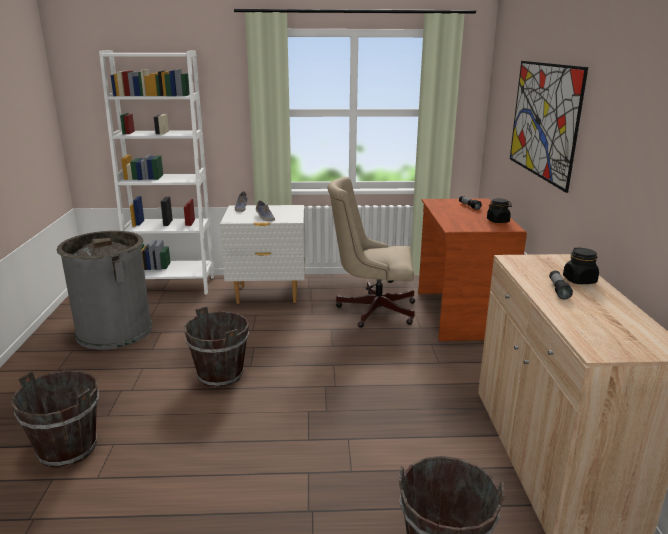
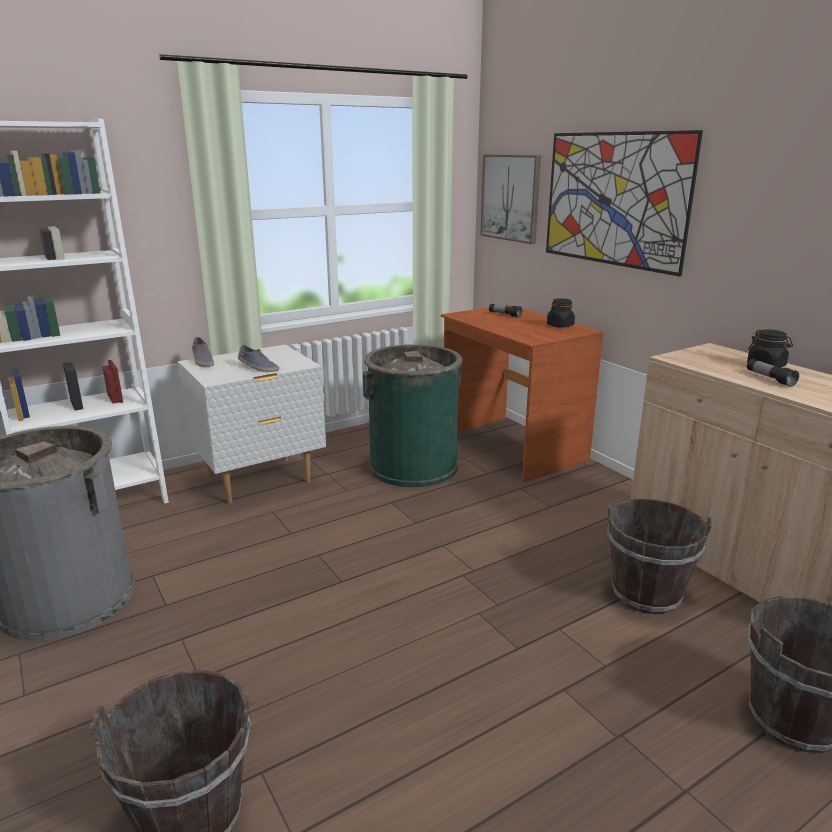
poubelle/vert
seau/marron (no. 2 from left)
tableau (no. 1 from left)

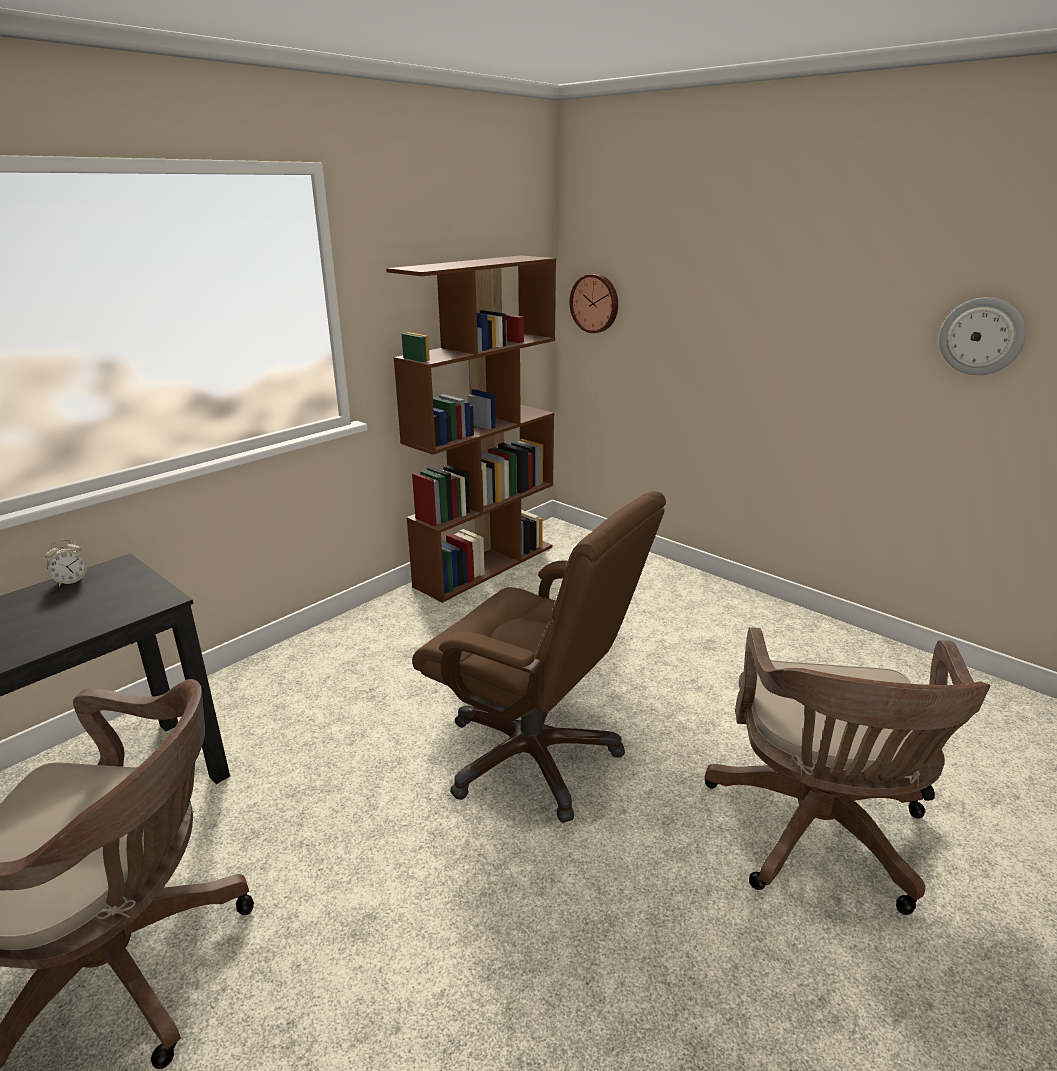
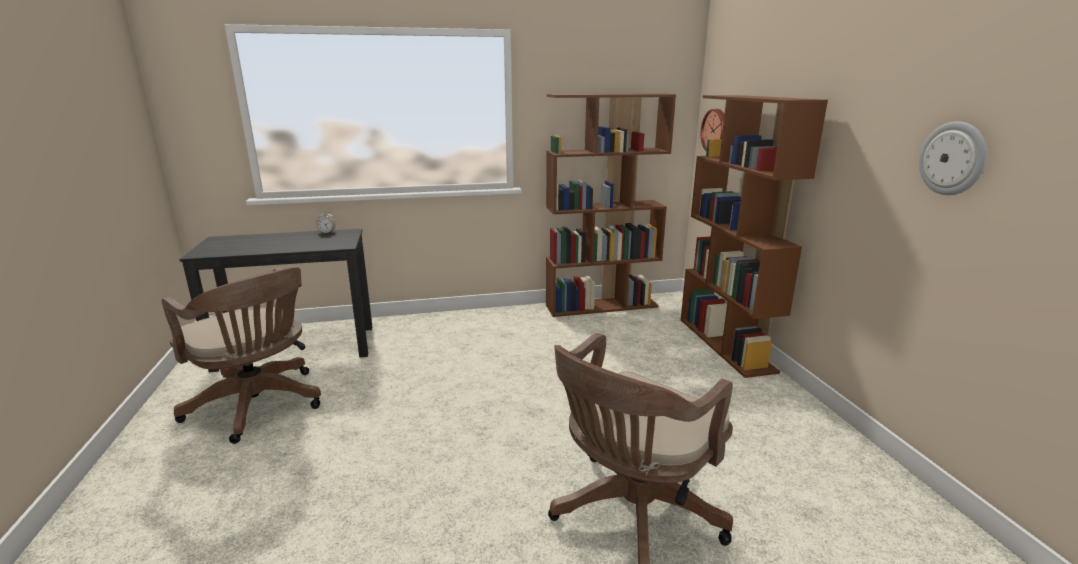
chaise de bureau/marron (no. 2 from left in the first image)
bibliothèque/marron (no. 2 from left)

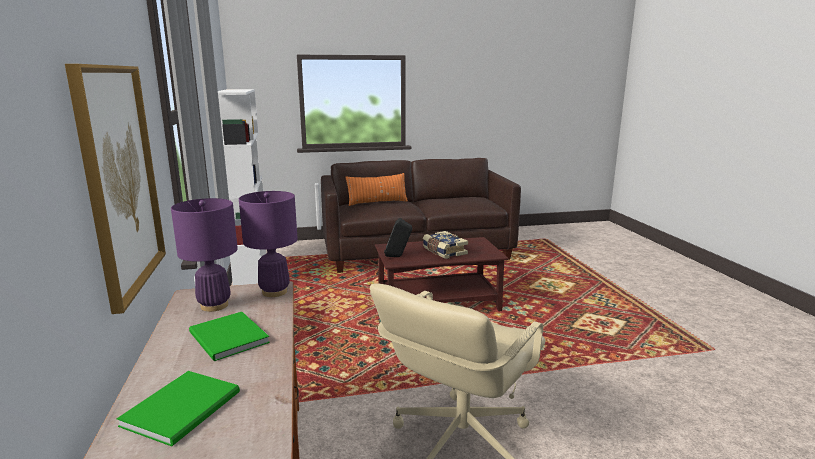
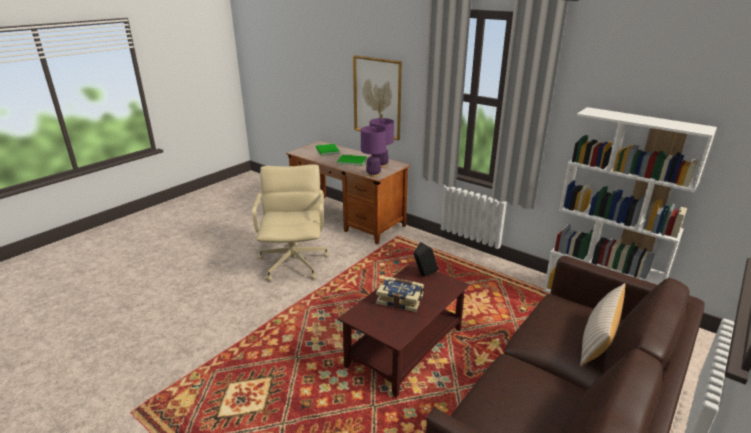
coussin/beige

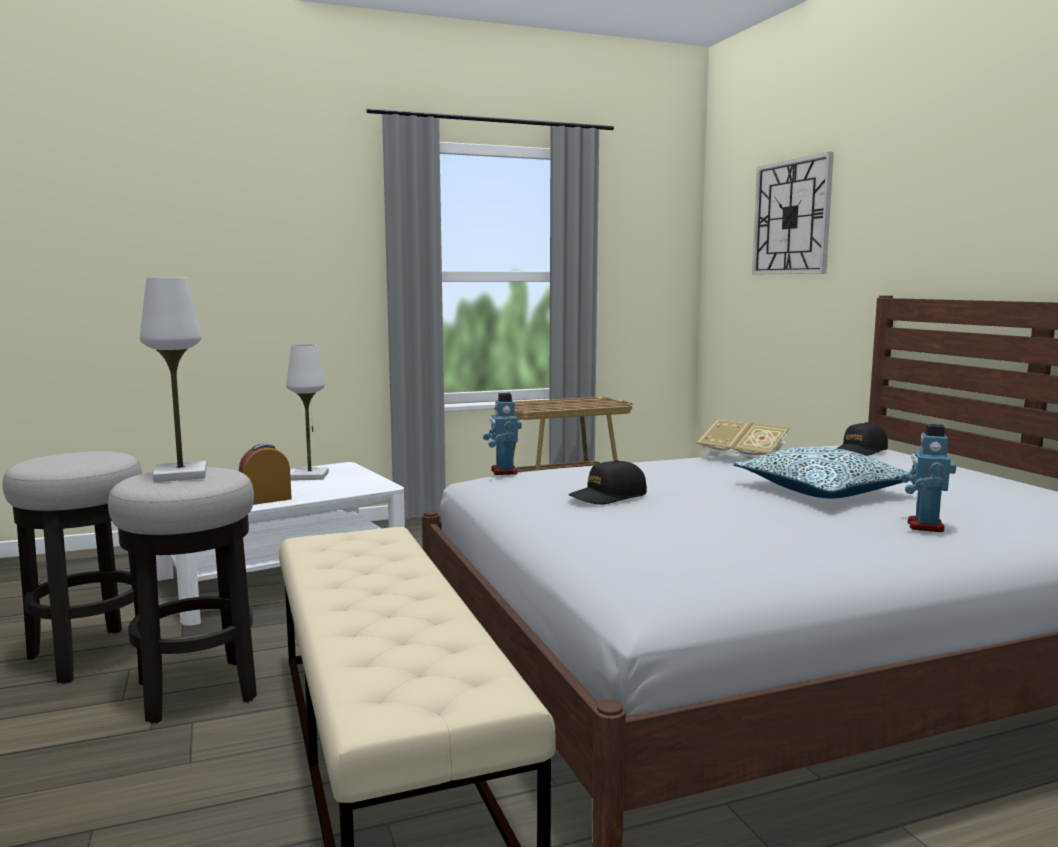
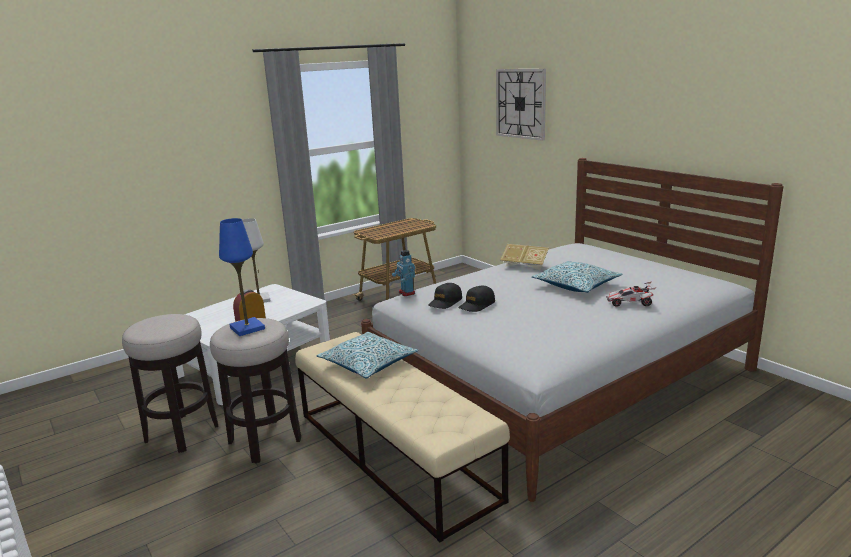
lampe de table/bleu
casquette/noir (no. 1 from left)
petite voiture
coussin (no. 1 from left)

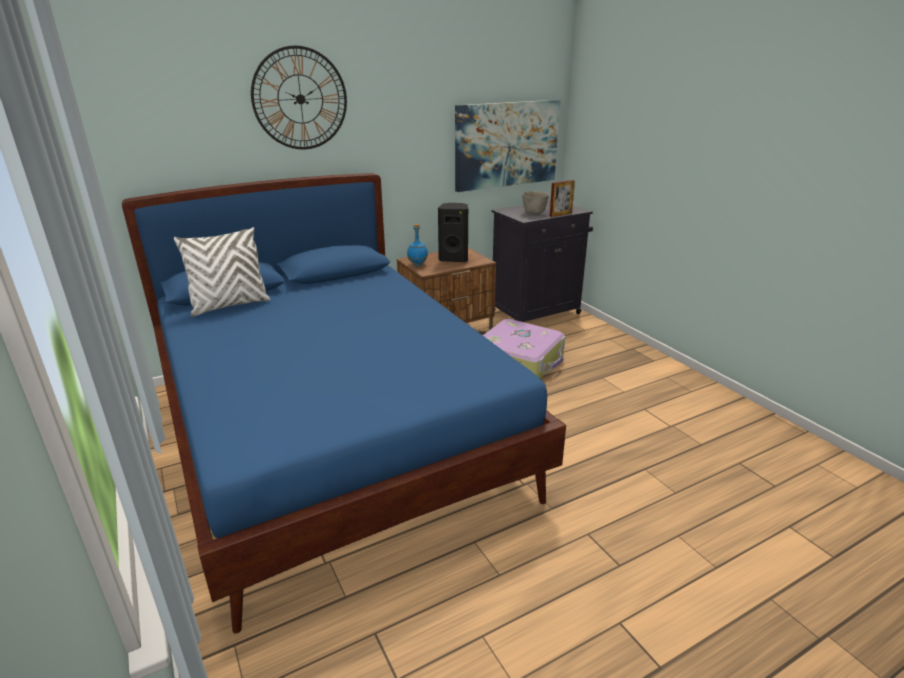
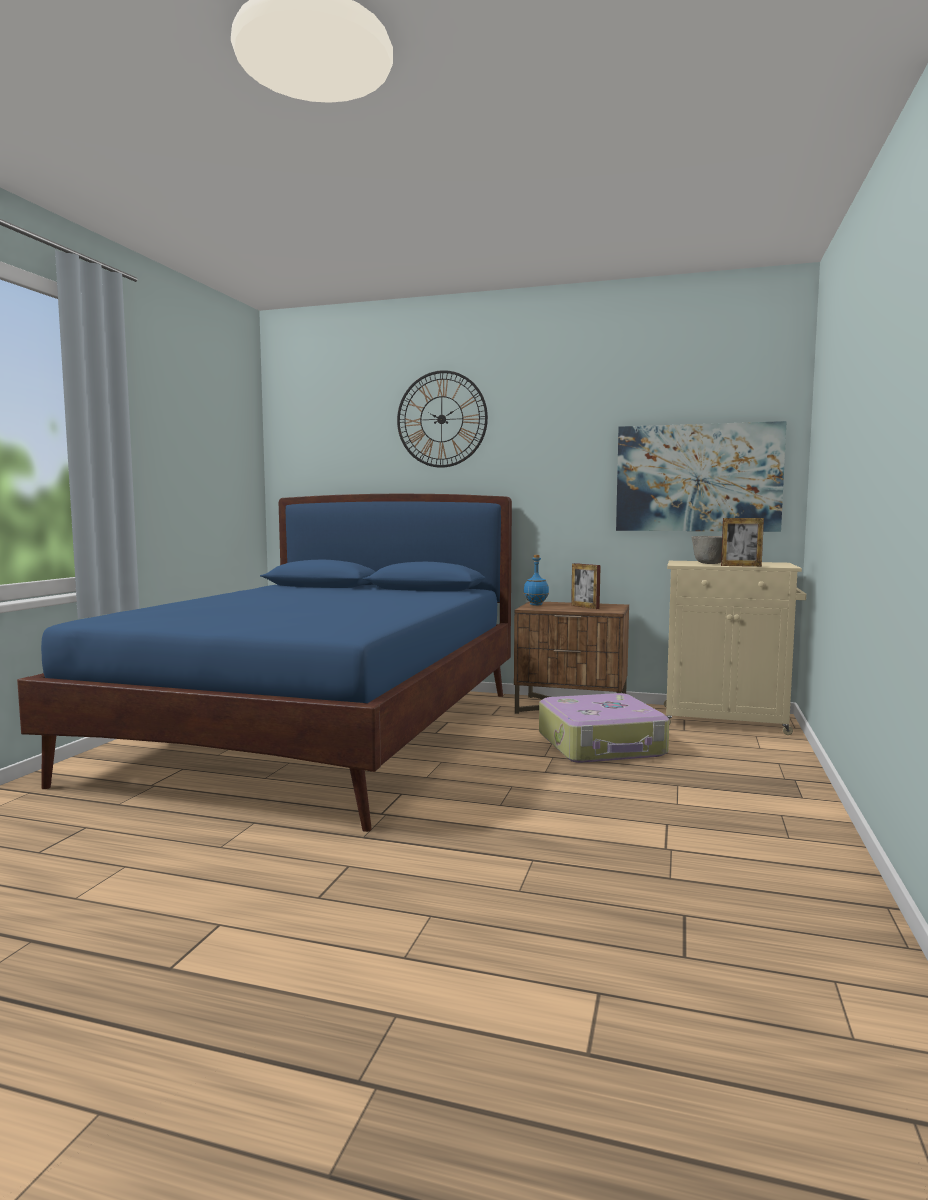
meuble de rangement/beige
cadre photo (no. 1 from left)
coussin/blanc

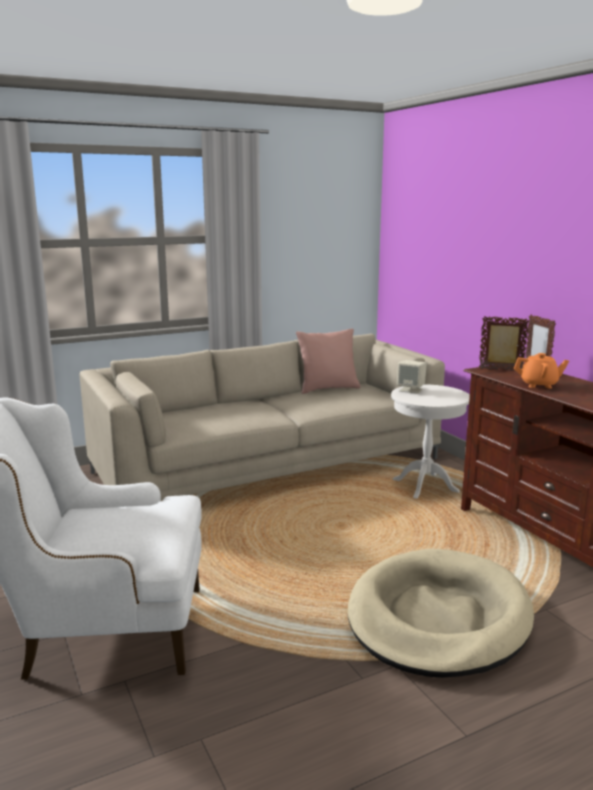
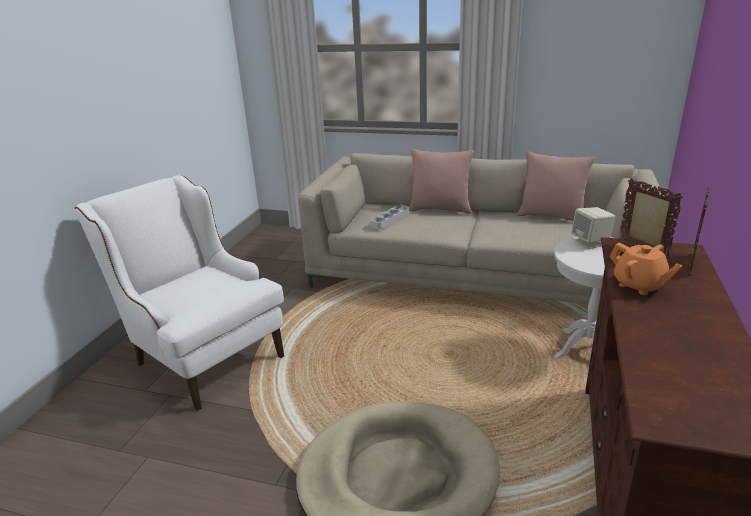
coussin/rose (no. 1 from left)
plateau/gris

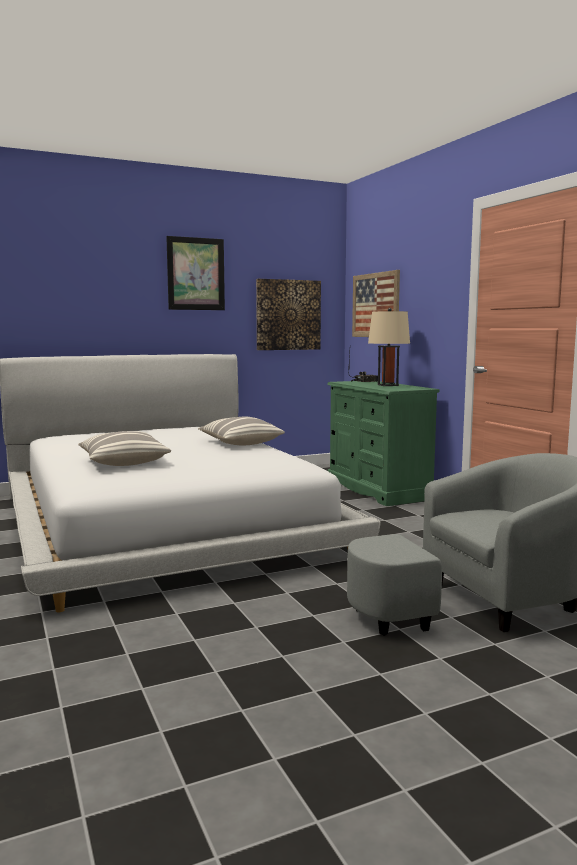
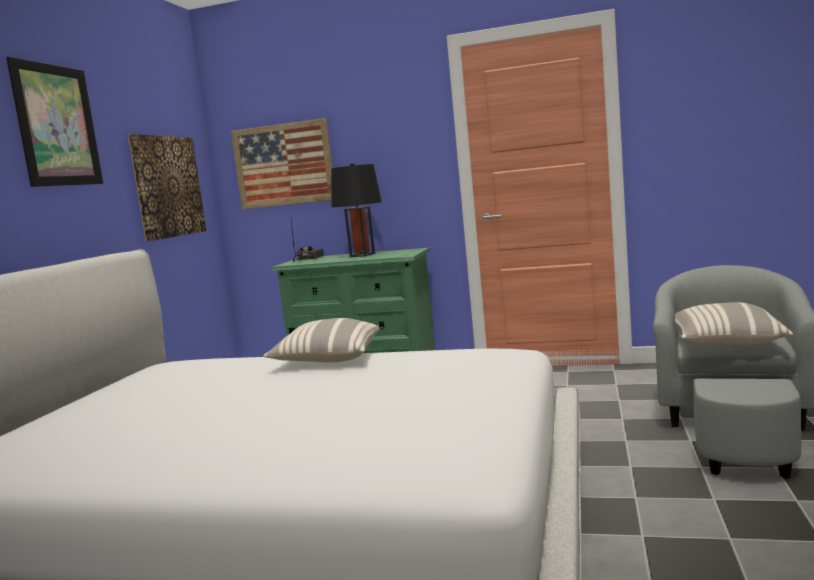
lampe de table/noir
coussin (no. 2 from left)

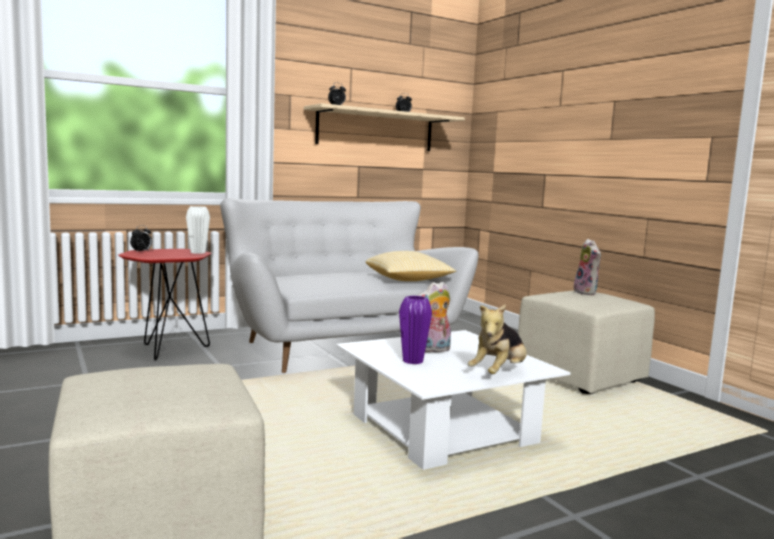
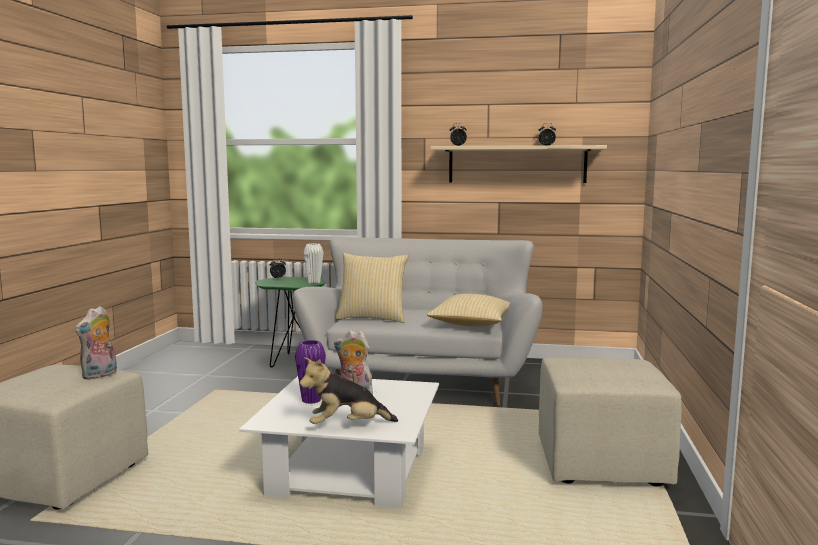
peluche (no. 1 from left)
table d'appoint/vert
coussin (no. 1 from left)

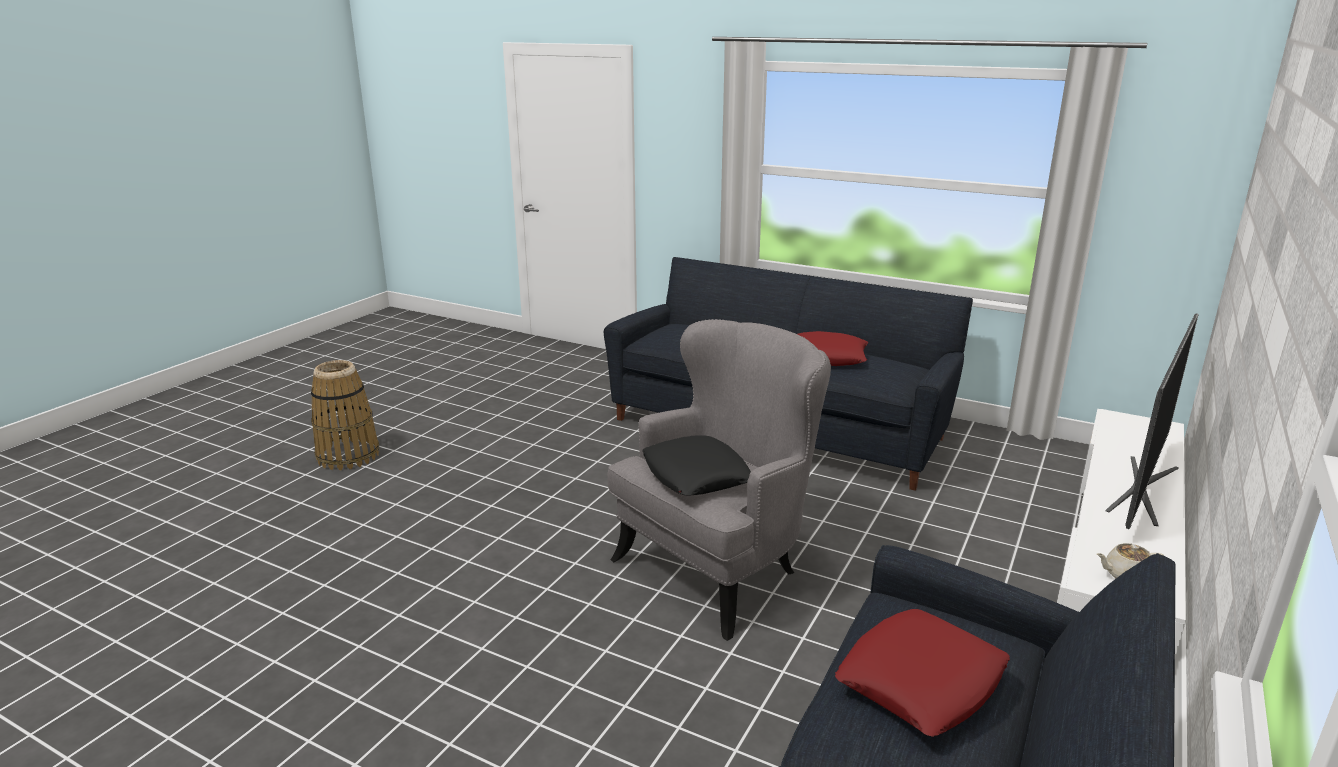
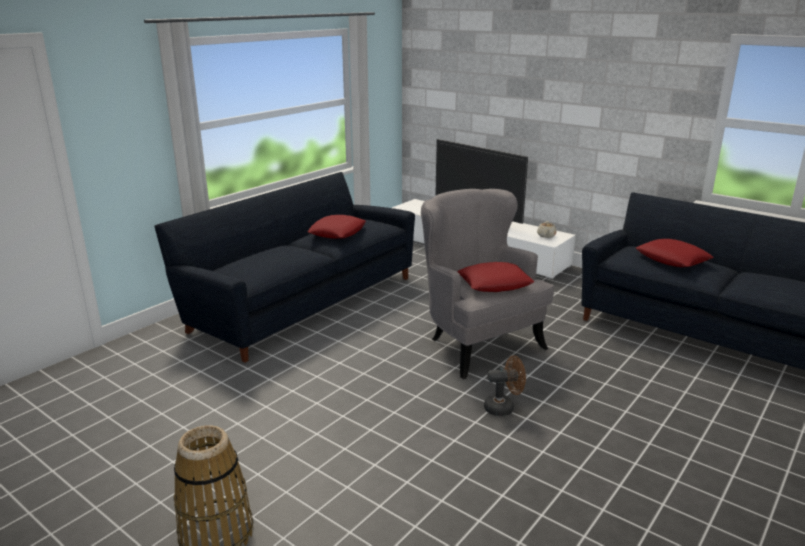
coussin/rouge (no. 2 from left)
ventilateur/marron

